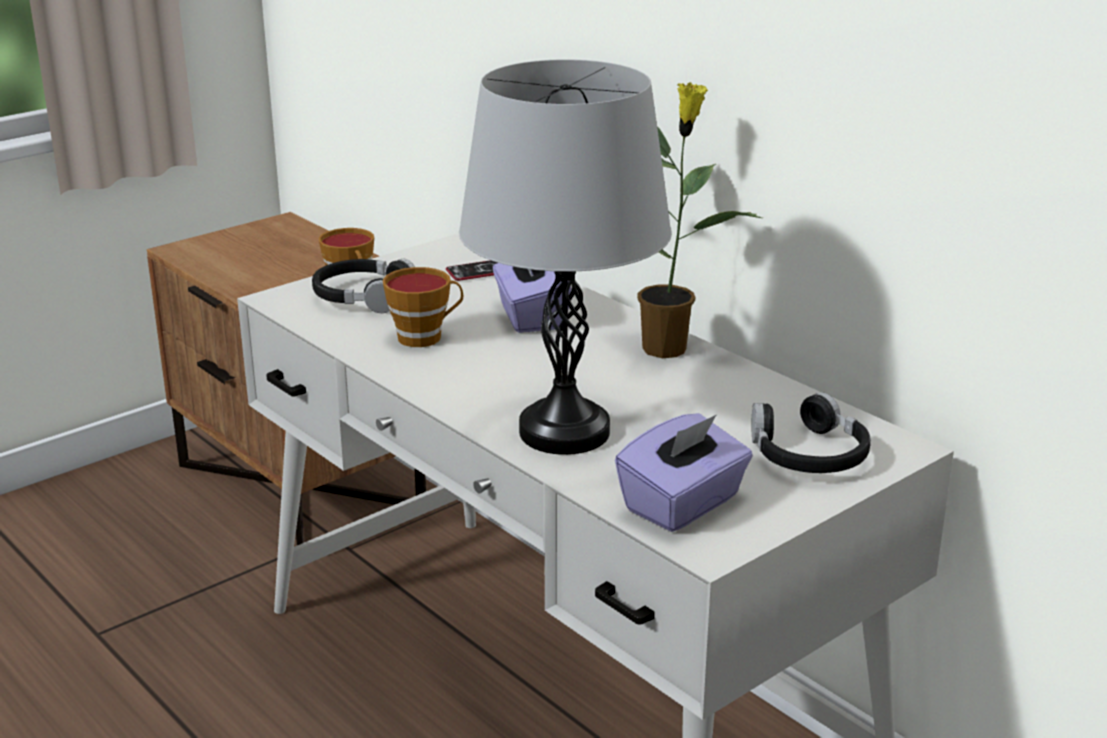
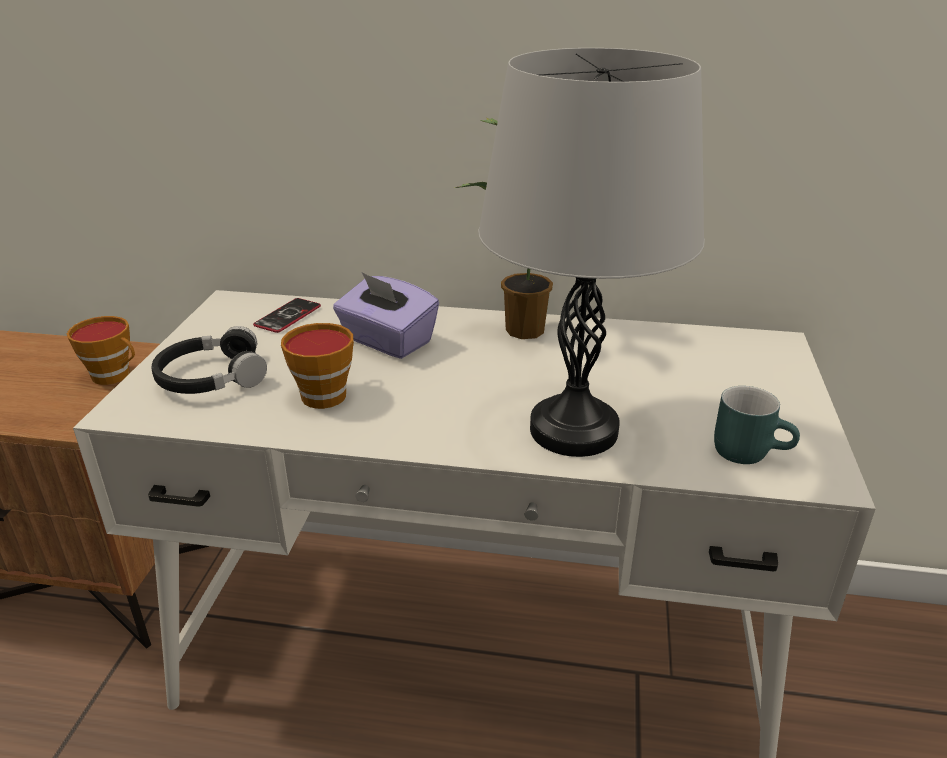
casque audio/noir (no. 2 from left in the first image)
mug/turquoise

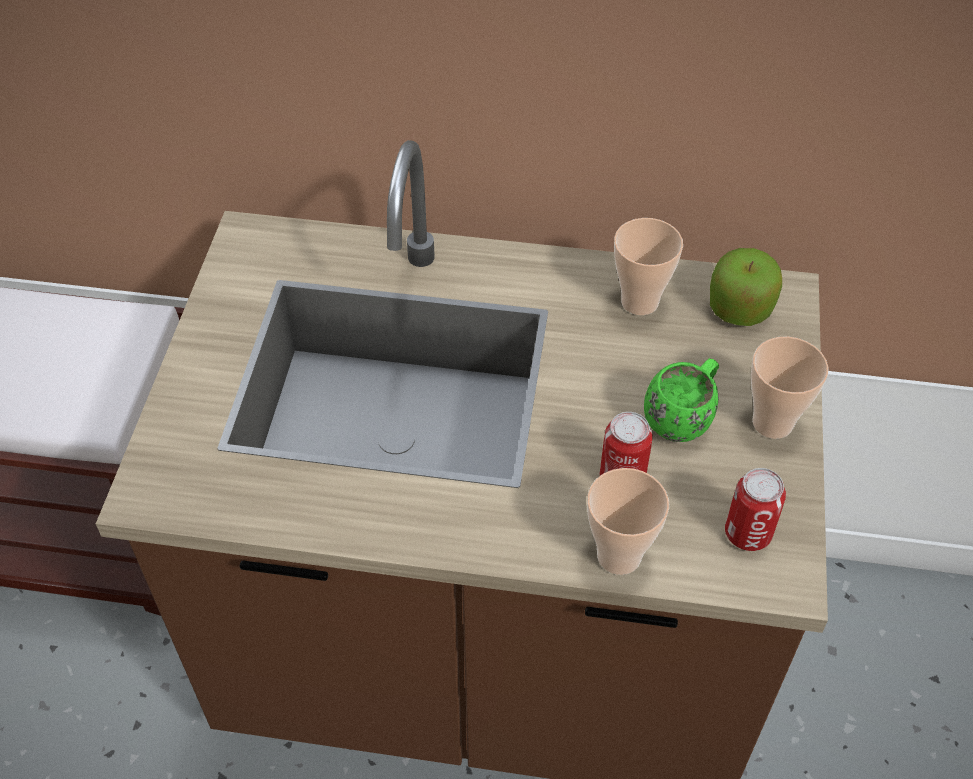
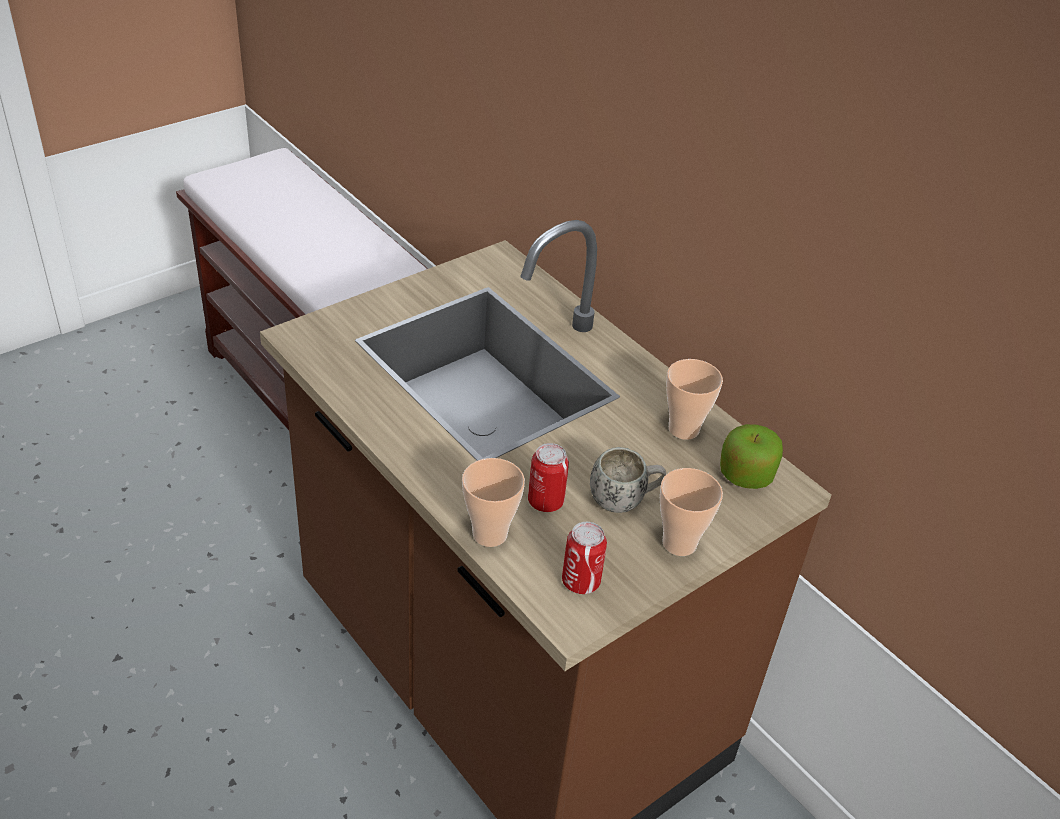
mug/blanc

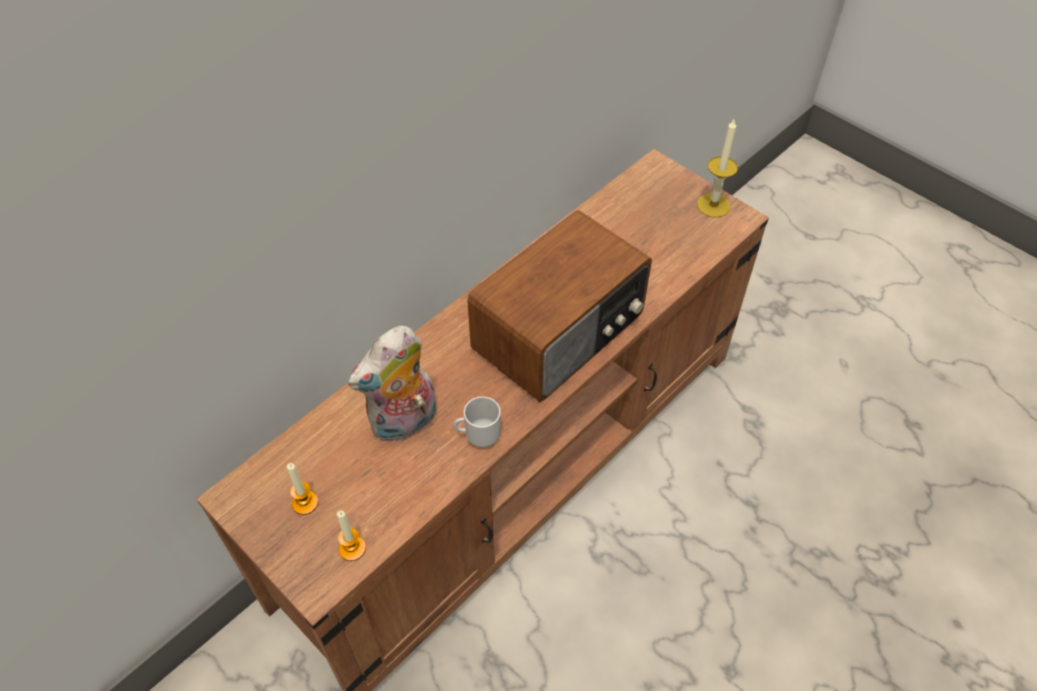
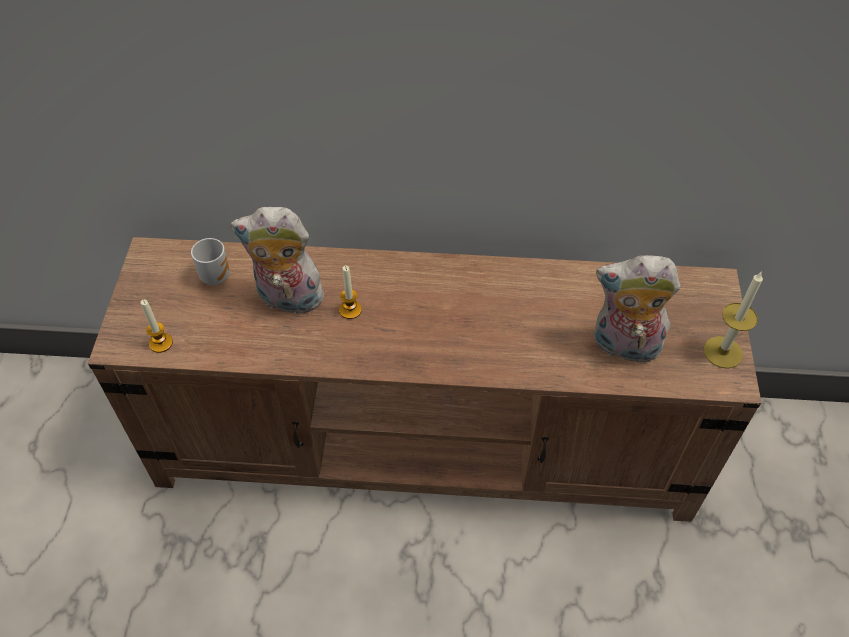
radio
mug
bougie (no. 2 from left)
peluche (no. 2 from left)

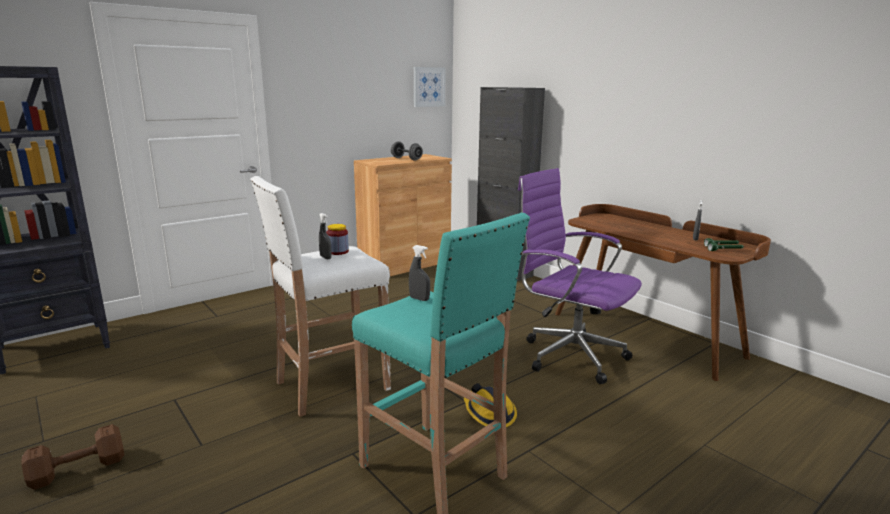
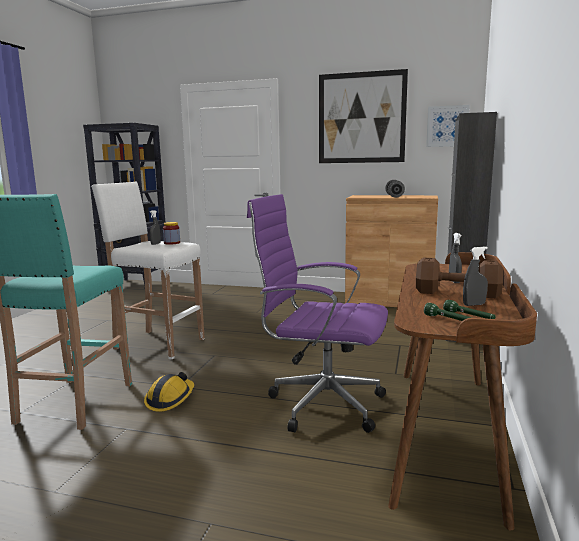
chaise de bureau/violet
vaporisateur/gris (no. 2 from left)
haltère/marron
tableau (no. 1 from left)

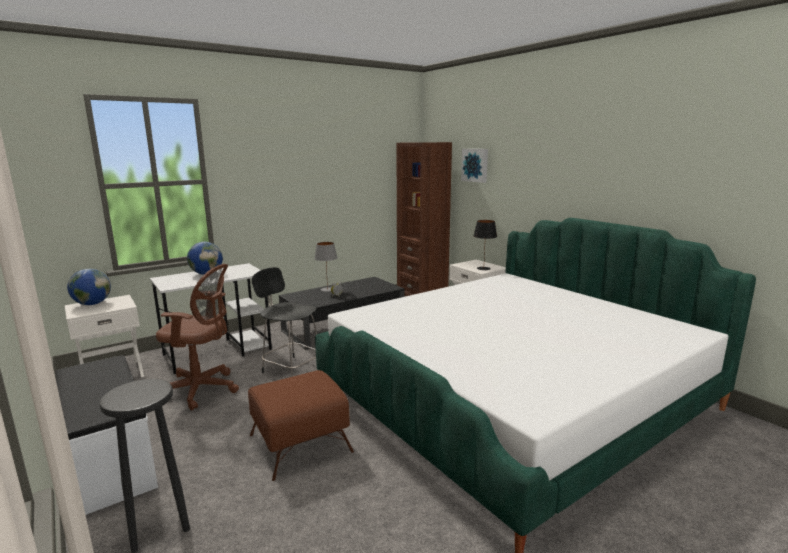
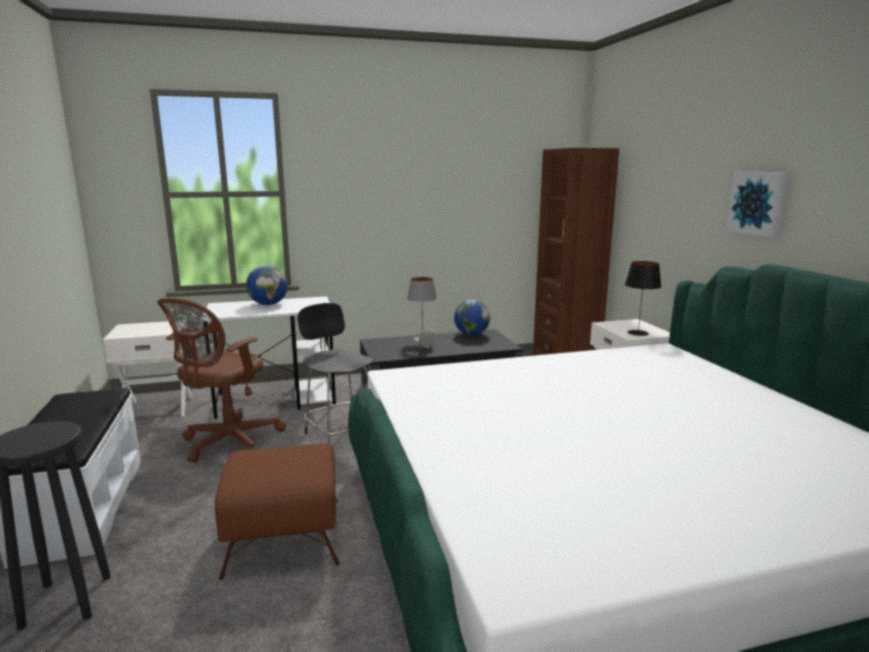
tableau
chaise de bureau/marron
globe (no. 2 from left)

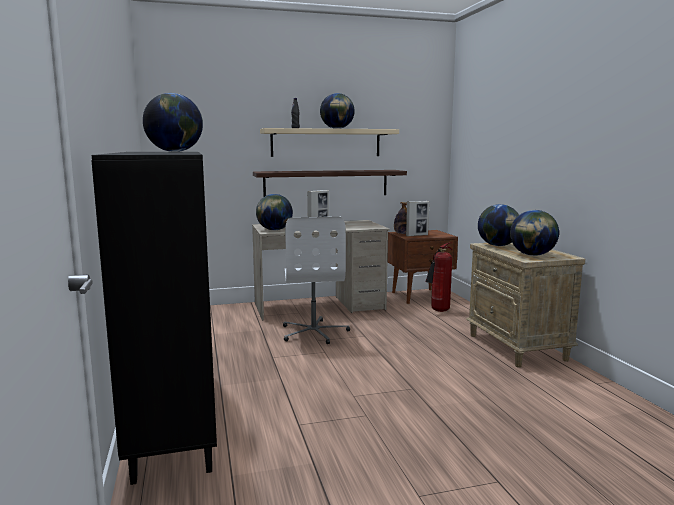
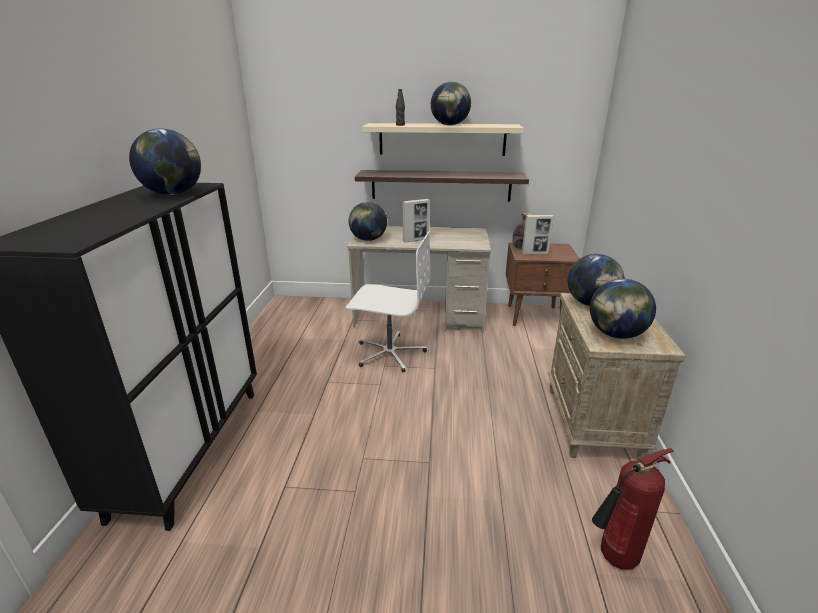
chaise de bureau/blanc
extincteur

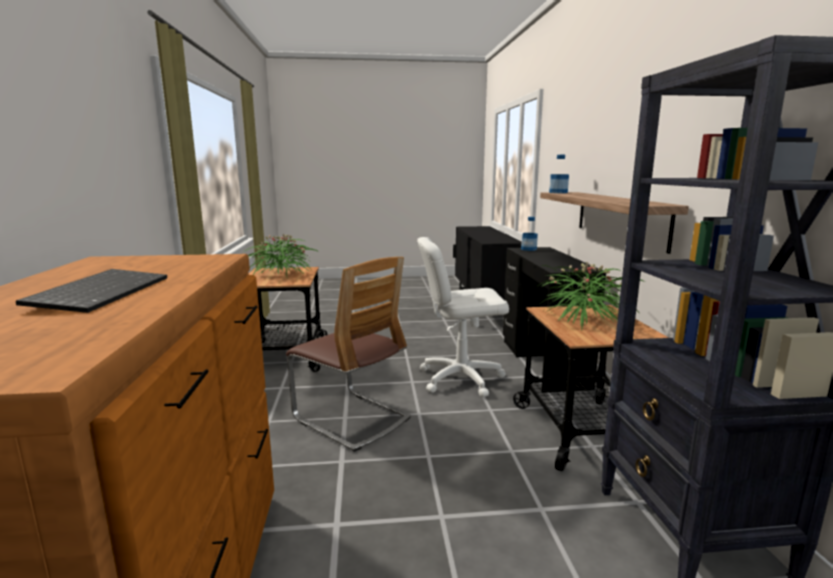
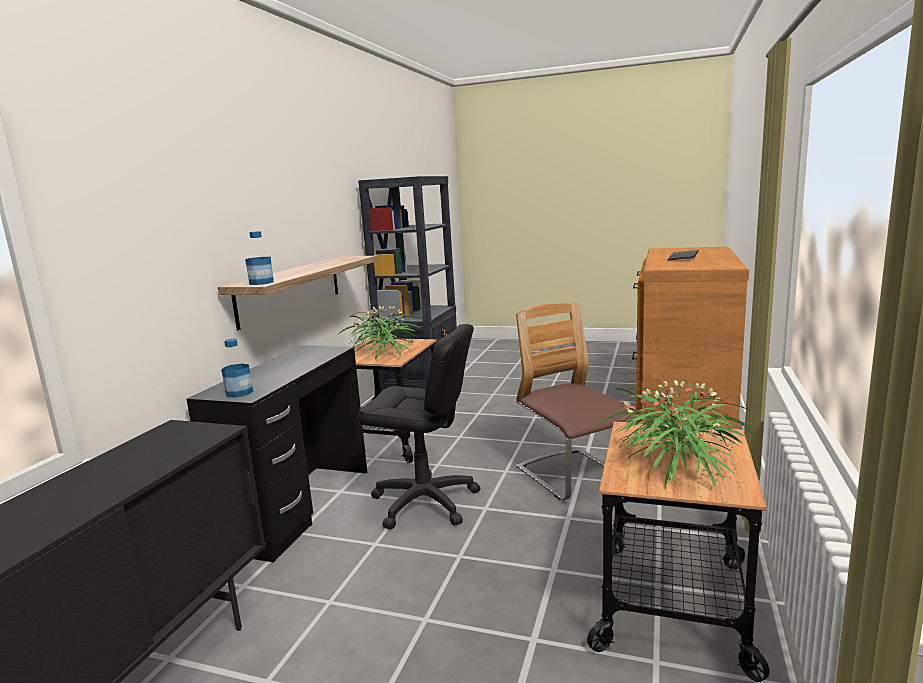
chaise de bureau/noir

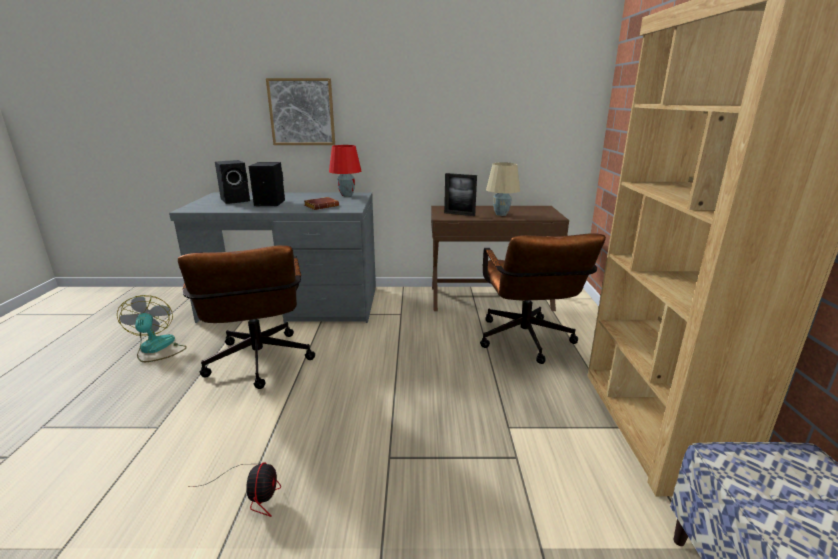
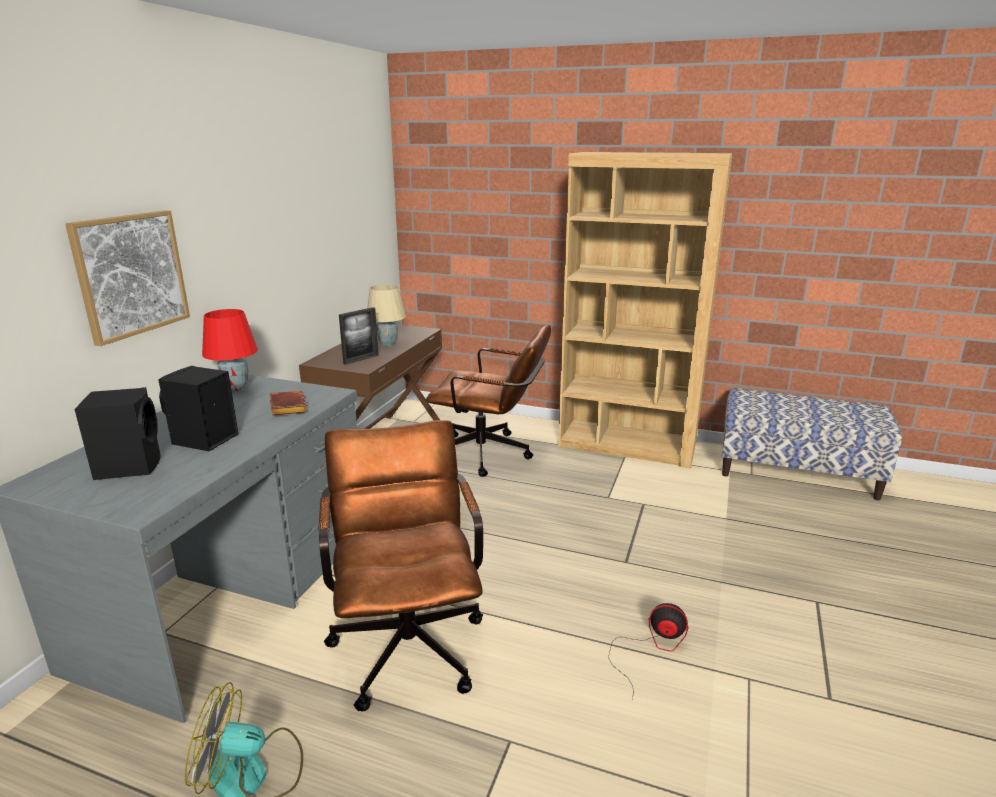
chaise de bureau/marron (no. 1 from left)

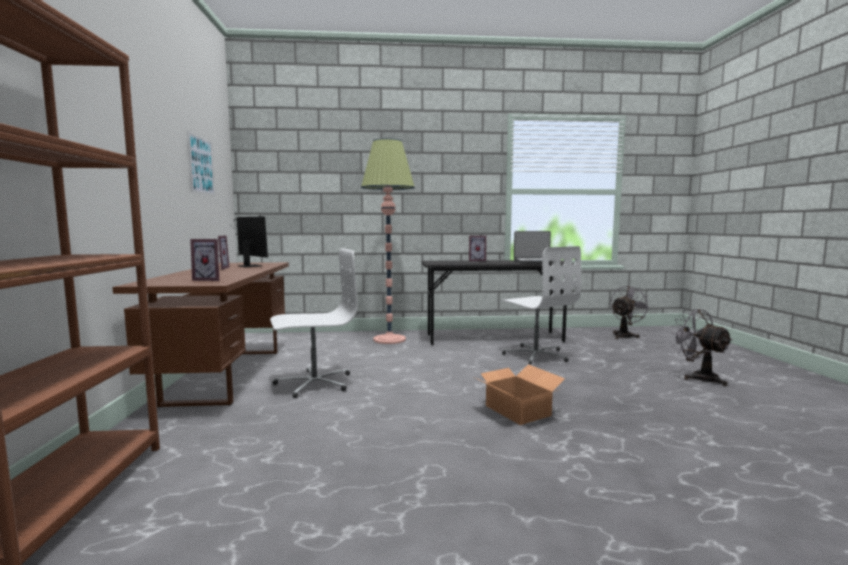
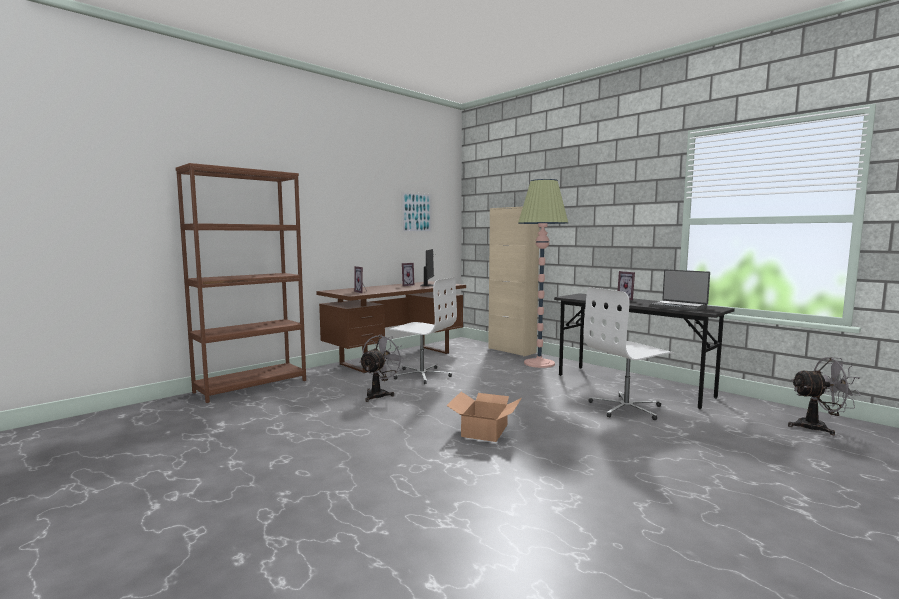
chaise de bureau/blanc (no. 2 from left)
ventilateur/gris (no. 1 from left)
meuble de rangement/beige

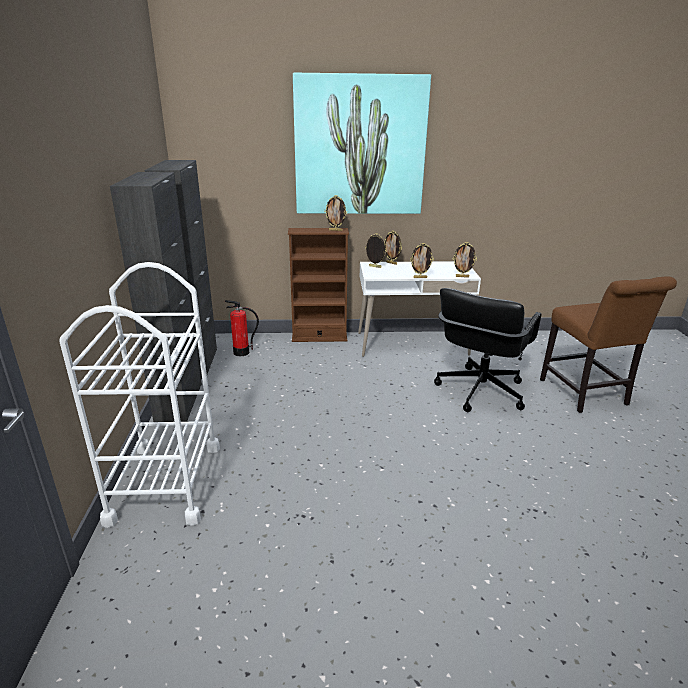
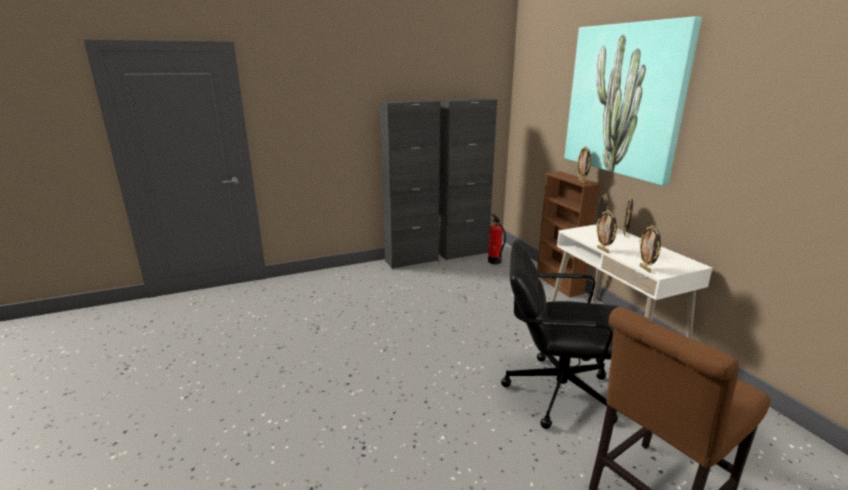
chariot/blanc

